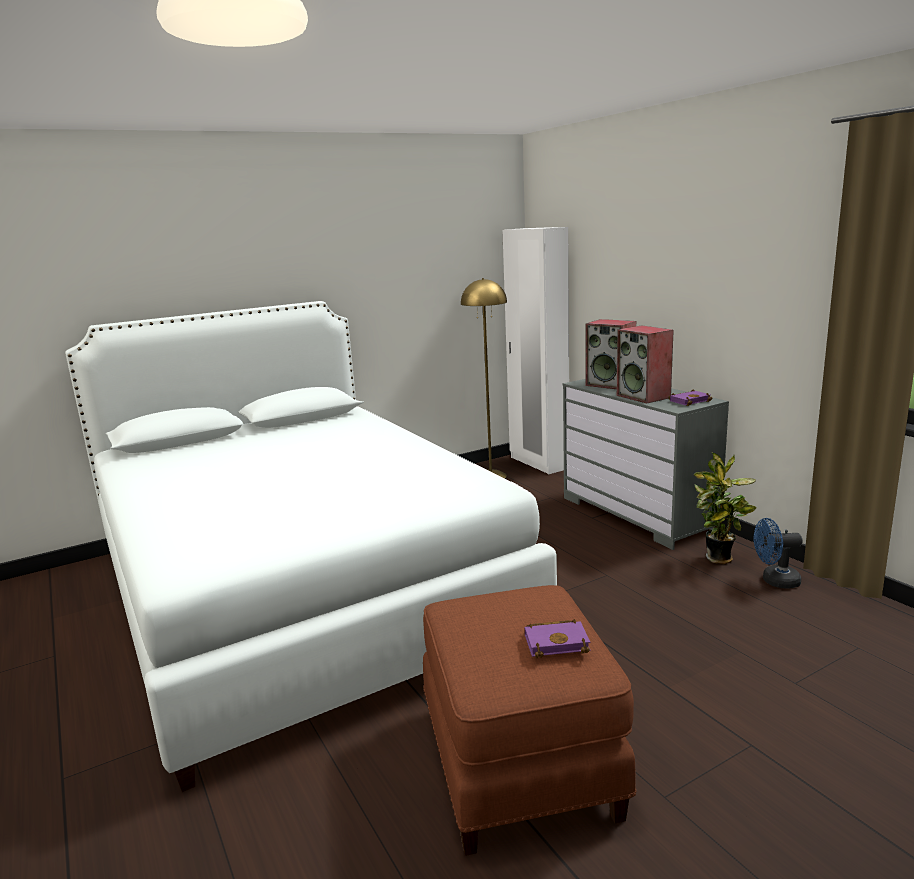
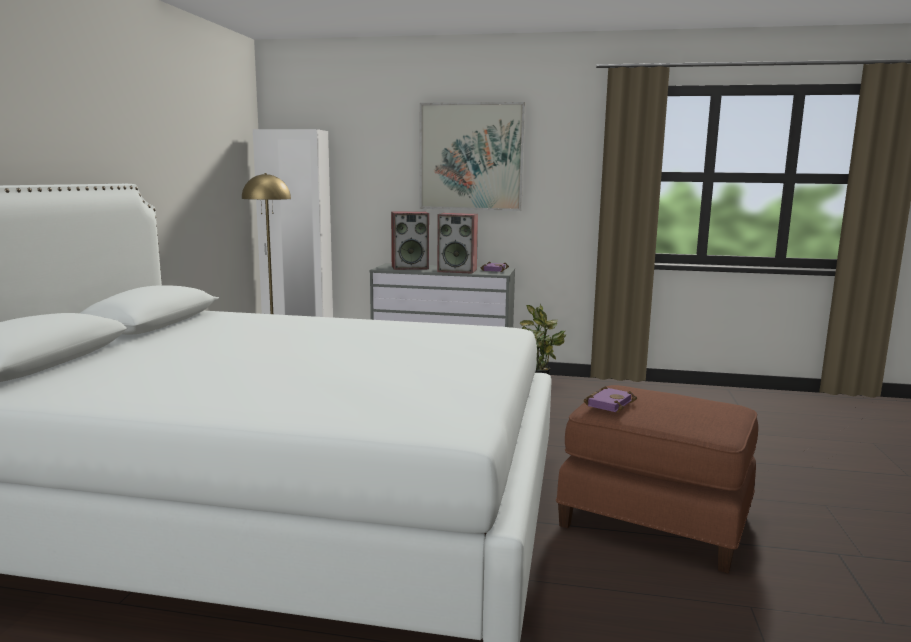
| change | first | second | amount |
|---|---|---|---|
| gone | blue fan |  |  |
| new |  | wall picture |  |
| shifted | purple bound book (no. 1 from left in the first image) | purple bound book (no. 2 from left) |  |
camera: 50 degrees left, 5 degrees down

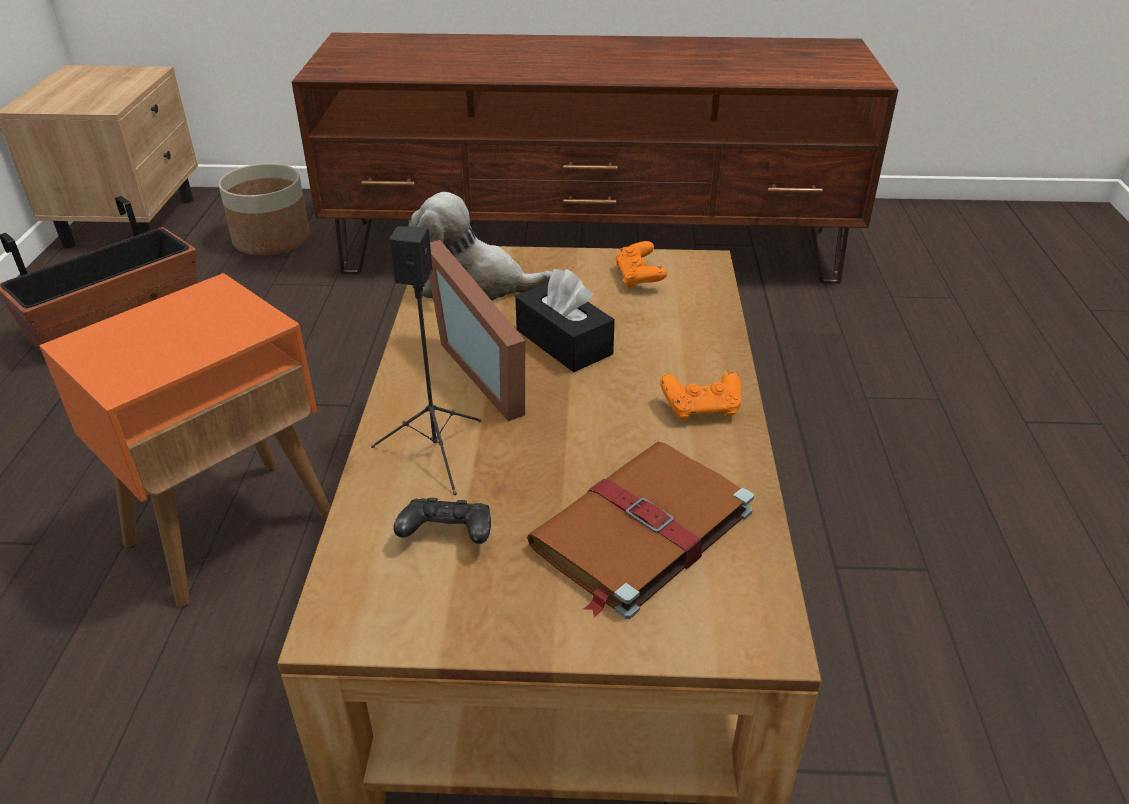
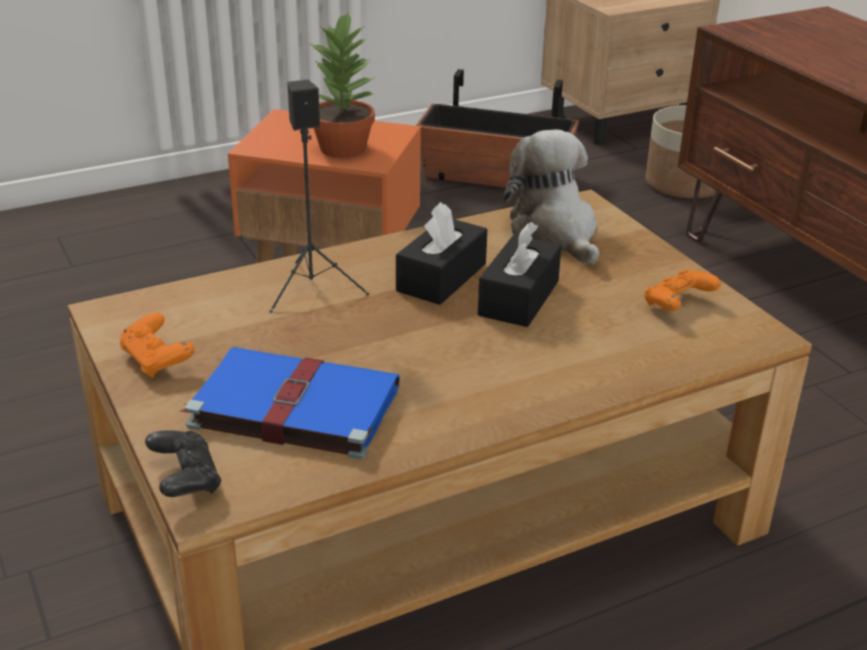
| change | first | second | amount |
|---|---|---|---|
| new |  | houseplant |  |
| shifted | black joypad |  |  |
| shifted | orange joypad (no. 2 from left in the first image) | orange joypad (no. 1 from left) |  |
| swapped | standing frame | black box of tissues (no. 1 from left) |  |
| repainted | brown-coloured bound book | blue bound book |  |
camera: 60 degrees right, 5 degrees down

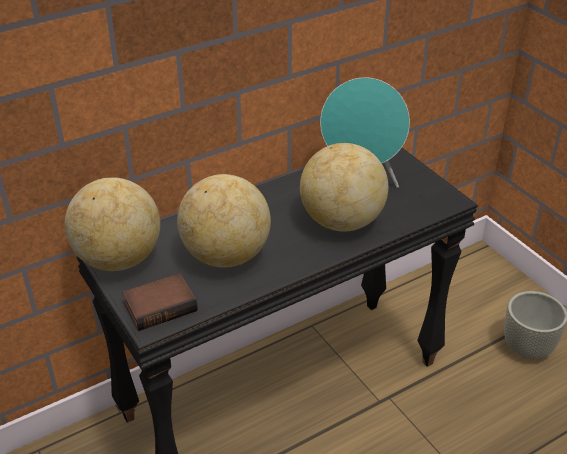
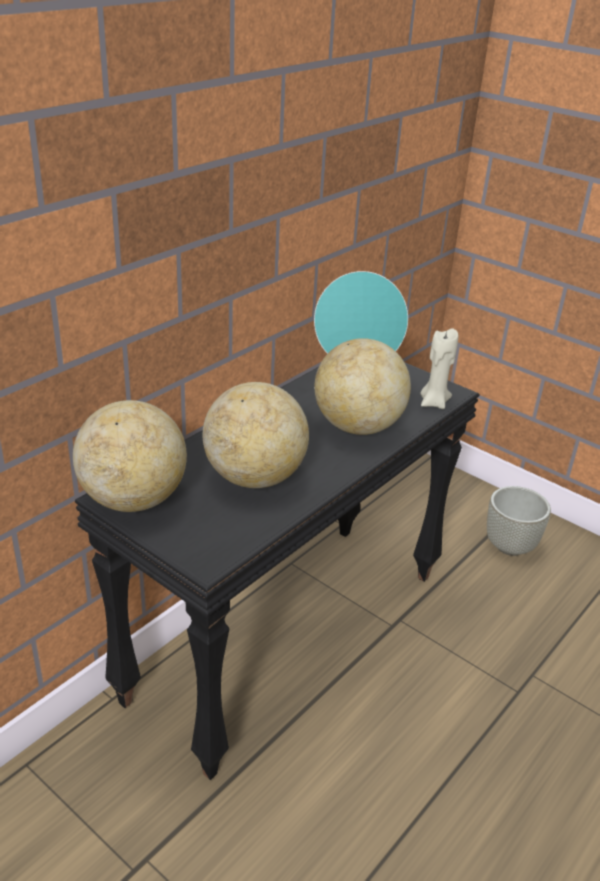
| change | first | second | amount |
|---|---|---|---|
| gone | bound book |  |  |
| new |  | beige candle |  |
camera: 20 degrees left, 5 degrees down

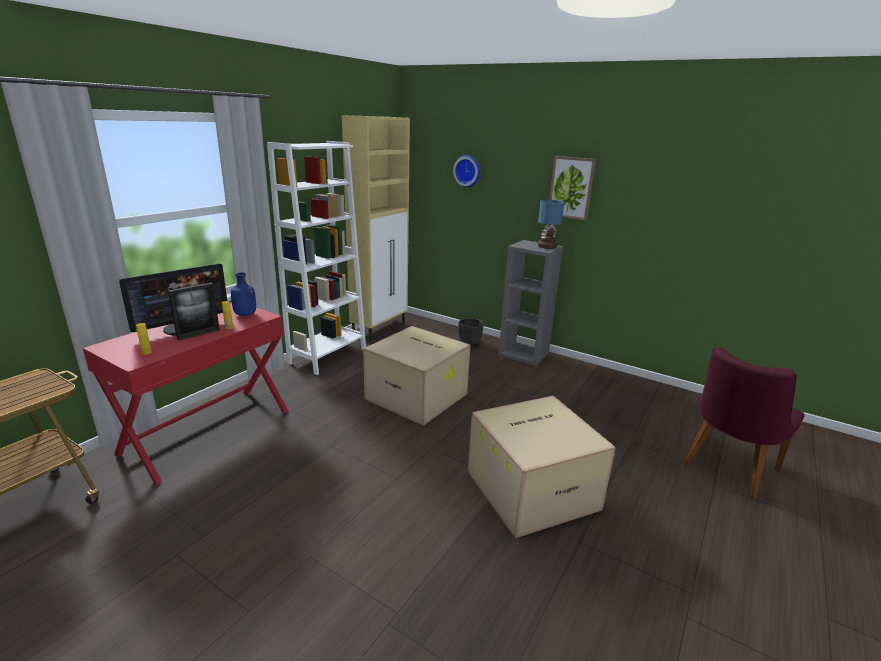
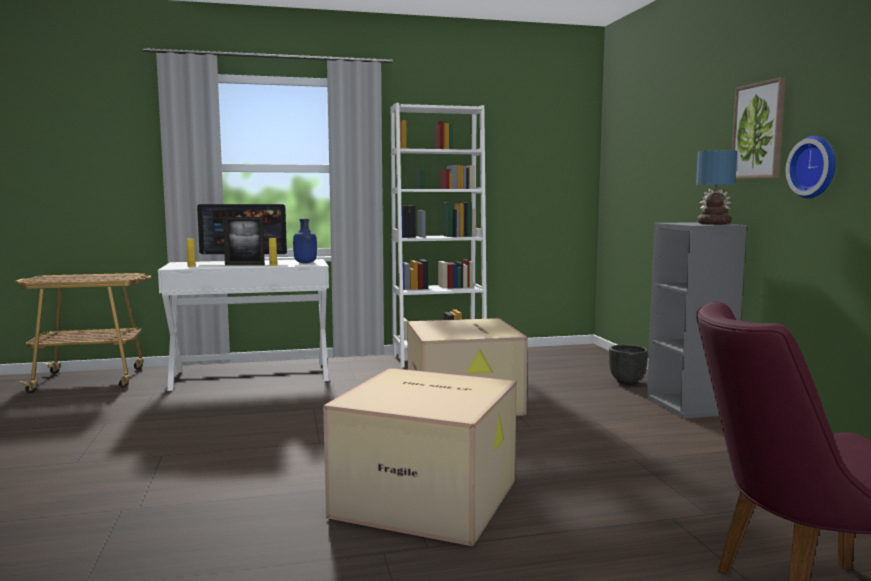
| change | first | second | amount |
|---|---|---|---|
| gone | beige cupboard |  |  |
| shifted | clock on the wall |  |  |
| repainted | reddish desk table | white-coloured desk table |  |
camera: 45 degrees right, 15 degrees down

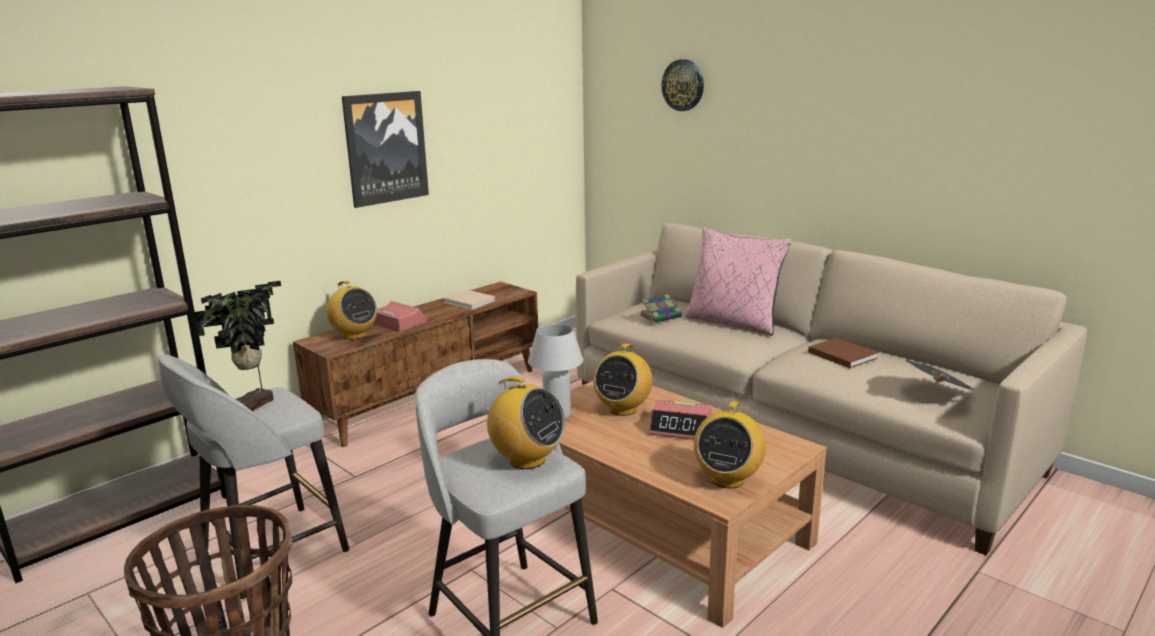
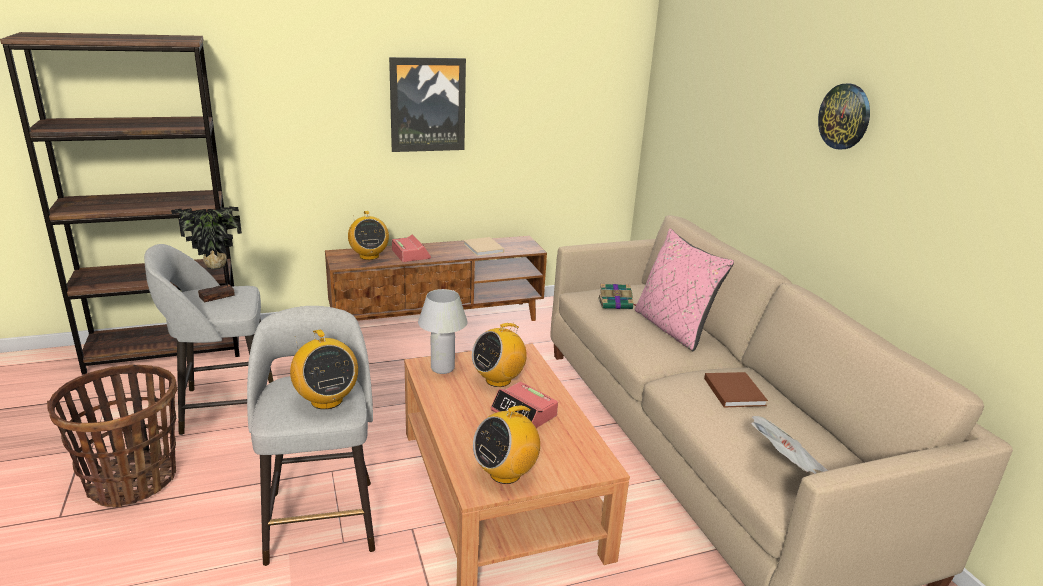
| change | first | second | amount |
|---|---|---|---|
| shifted | clock on the wall |  |  |
camera: 25 degrees right, 5 degrees up

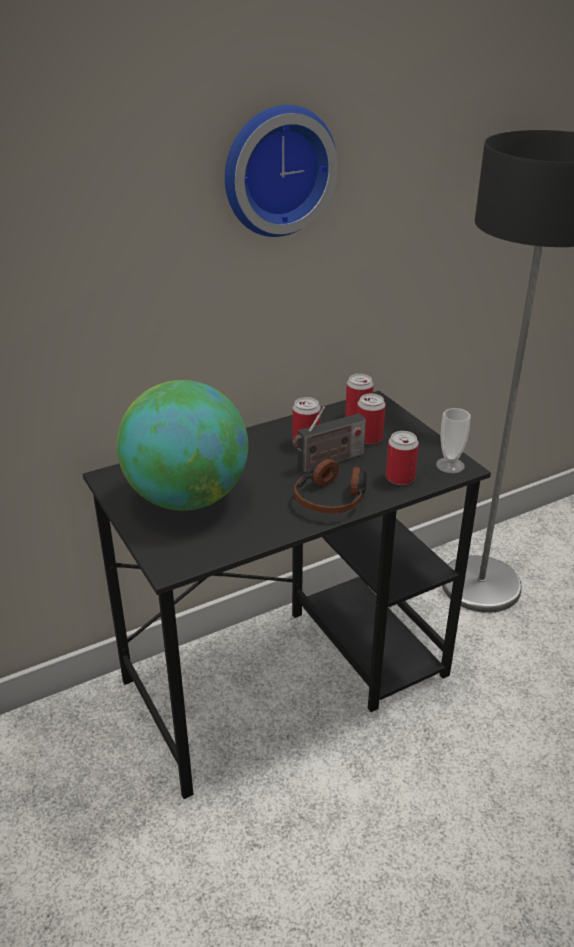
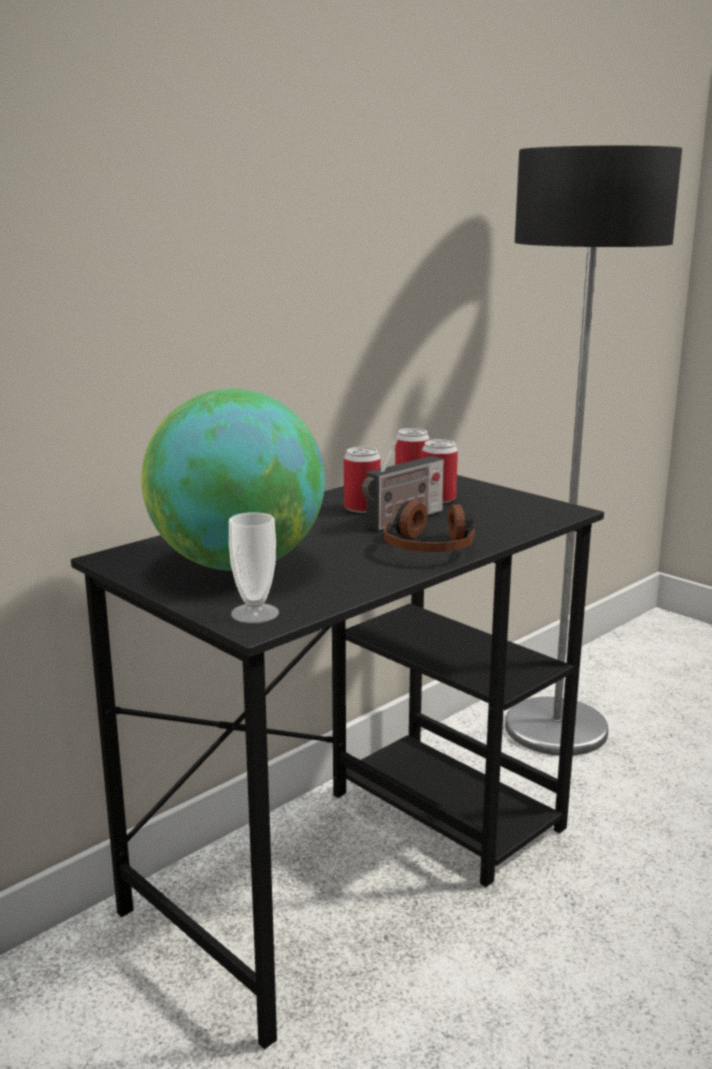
| change | first | second | amount |
|---|---|---|---|
| gone | clock on the wall |  |  |
| gone | sealed can (no. 4 from left) |  |  |
| shifted | cup |  |  |
camera: 15 degrees left, 15 degrees down

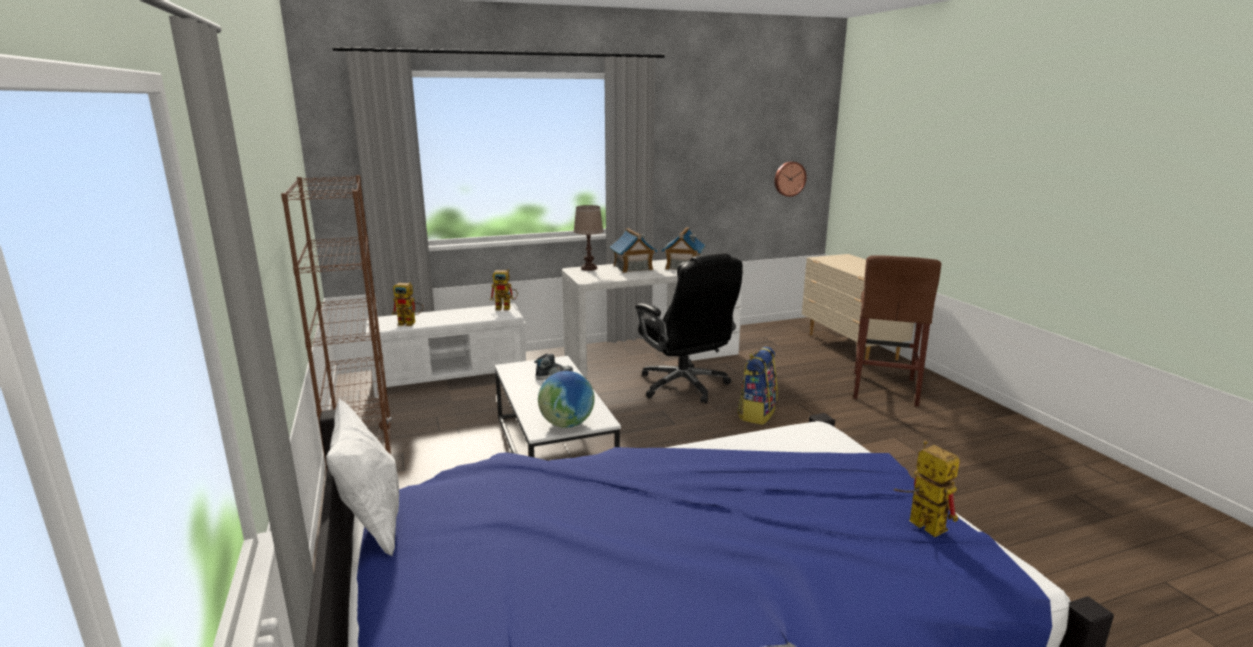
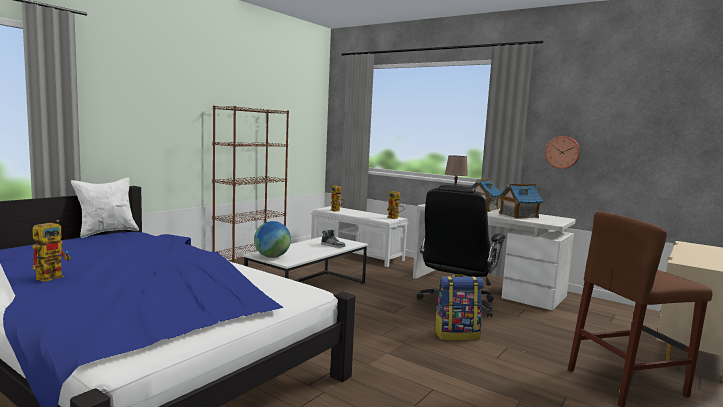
| change | first | second | amount |
|---|---|---|---|
| shifted | clock on the wall |  |  |
| shifted | robot figure (no. 3 from left in the first image) | robot figure (no. 1 from left) |  |
camera: 55 degrees right, 10 degrees down

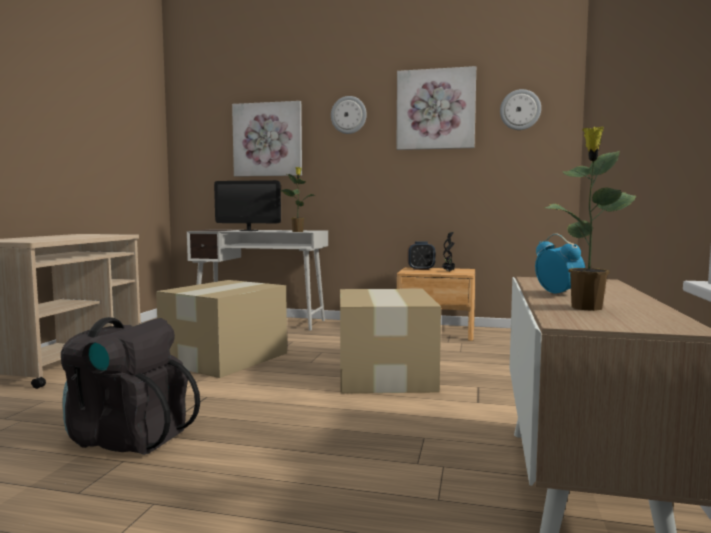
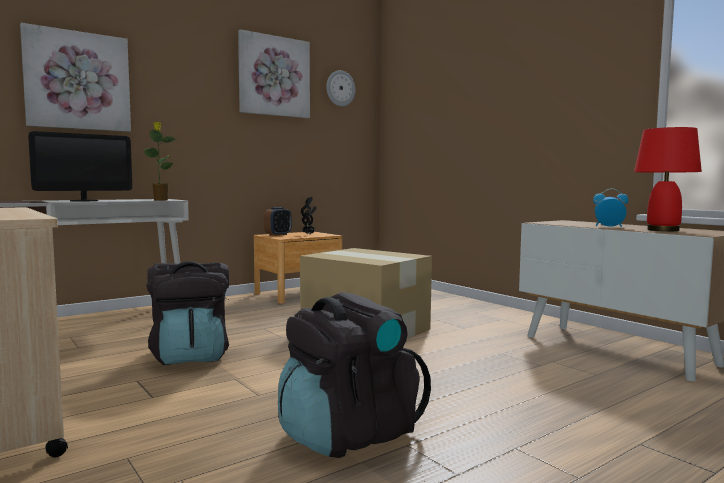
| change | first | second | amount |
|---|---|---|---|
| gone | clock on the wall (no. 1 from left) |  |  |
| swapped | cardboard box (no. 1 from left) | black backpack (no. 1 from left) |  |
| swapped | houseplant (no. 3 from left) | reddish lamp for a table |  |
camera: 50 degrees left, 0 degrees up

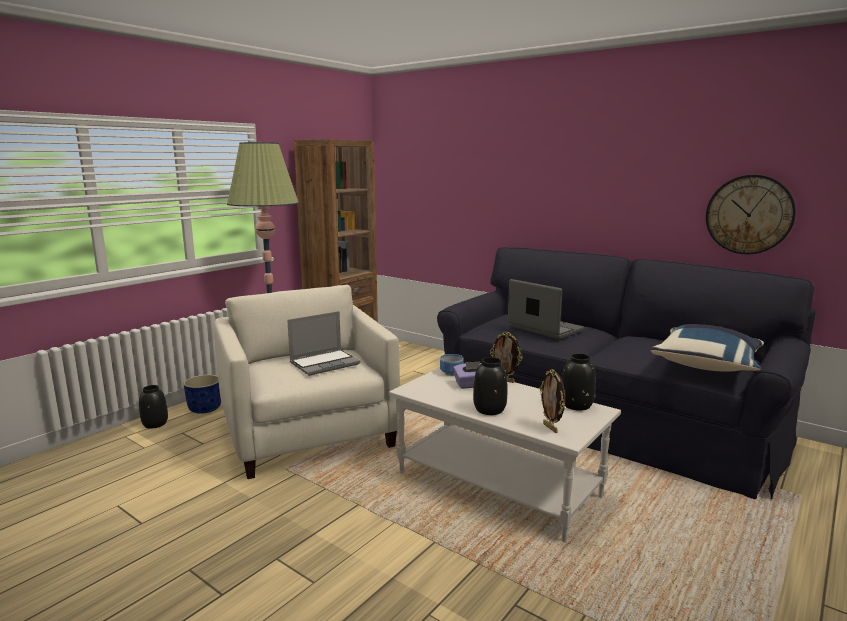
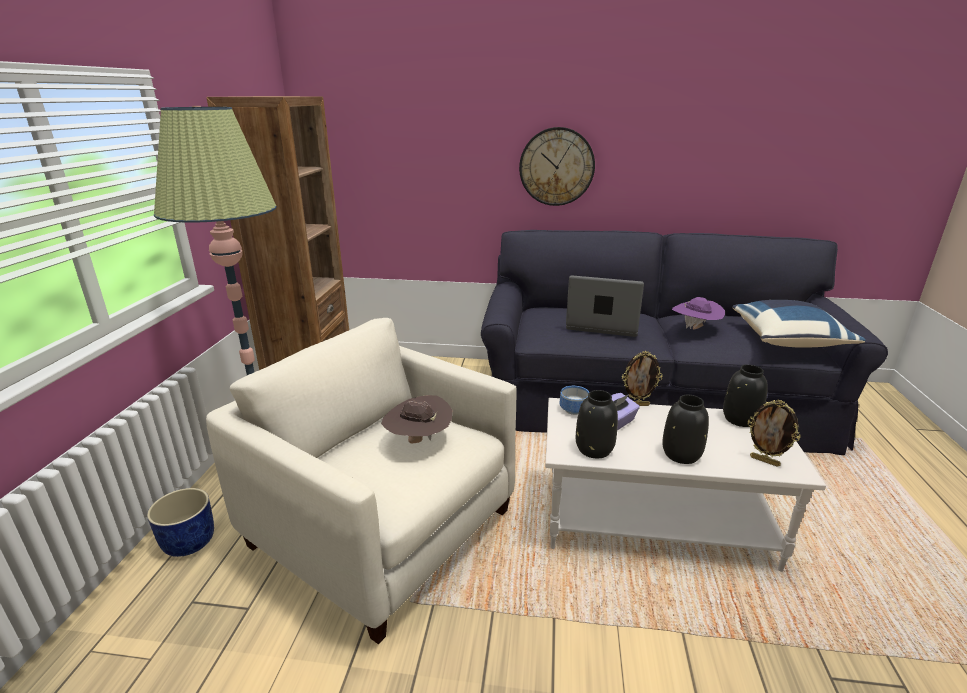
| change | first | second | amount |
|---|---|---|---|
| new |  | purple clothing hat |  |
| shifted | black vase (no. 1 from left) |  |  |
| shifted | clock on the wall |  |  |
| swapped | notebook computer (no. 1 from left) | brown-coloured clothing hat |  |
camera: 30 degrees left, 10 degrees up

